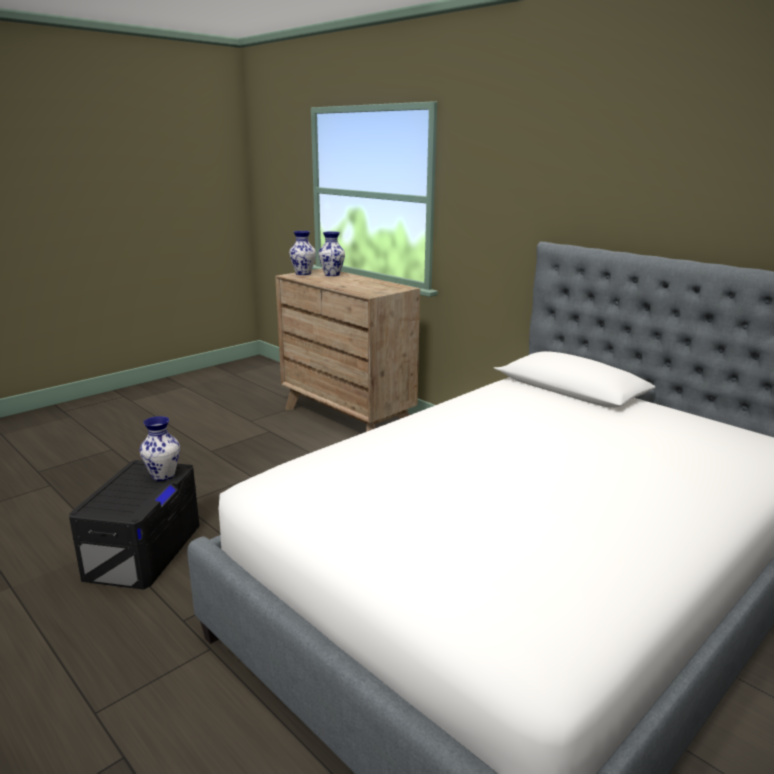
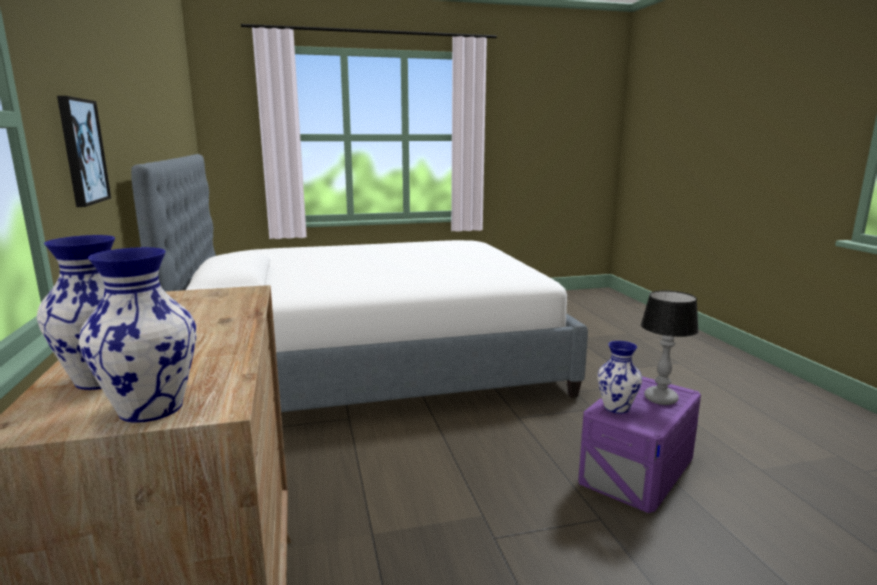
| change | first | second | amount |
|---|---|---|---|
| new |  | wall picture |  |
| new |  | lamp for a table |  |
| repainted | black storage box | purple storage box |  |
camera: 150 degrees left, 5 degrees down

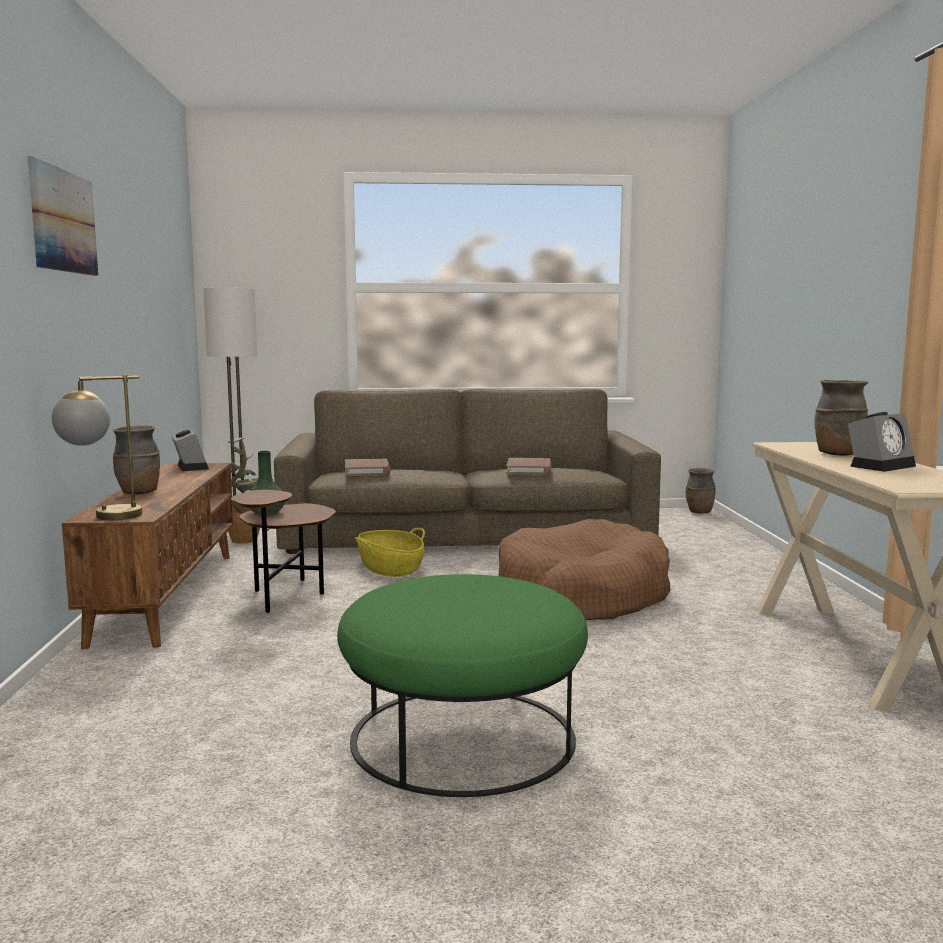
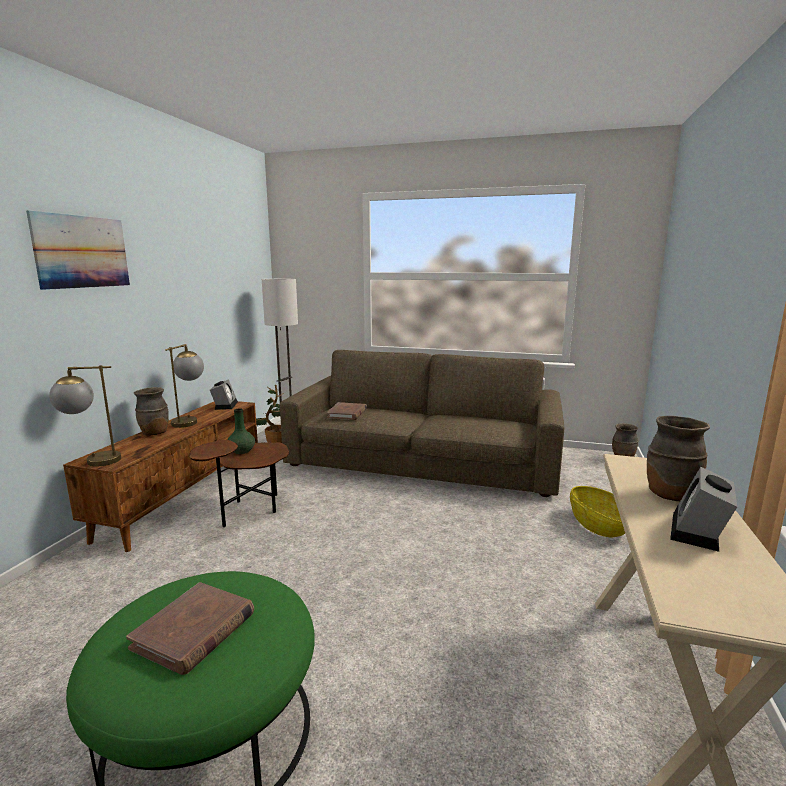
| change | first | second | amount |
|---|---|---|---|
| gone | brown-coloured dog bed |  |  |
| new |  | lamp for a table (no. 2 from left) |  |
| shifted | basket |  |  |
| shifted | brown-coloured bound book (no. 2 from left in the first image) | brown-coloured bound book (no. 1 from left) |  |
| rotated | alarm clock (no. 2 from left) |  | 135 degrees clockwise |
camera: 20 degrees right, 5 degrees up

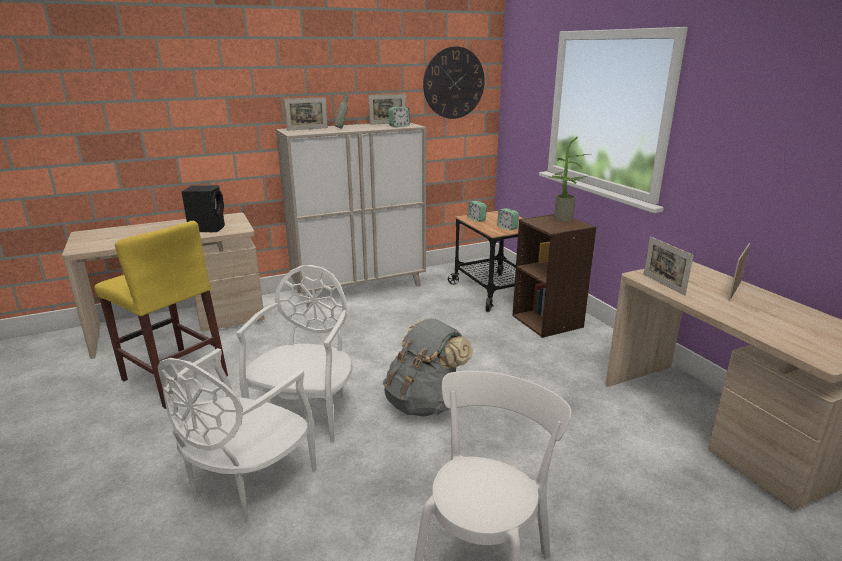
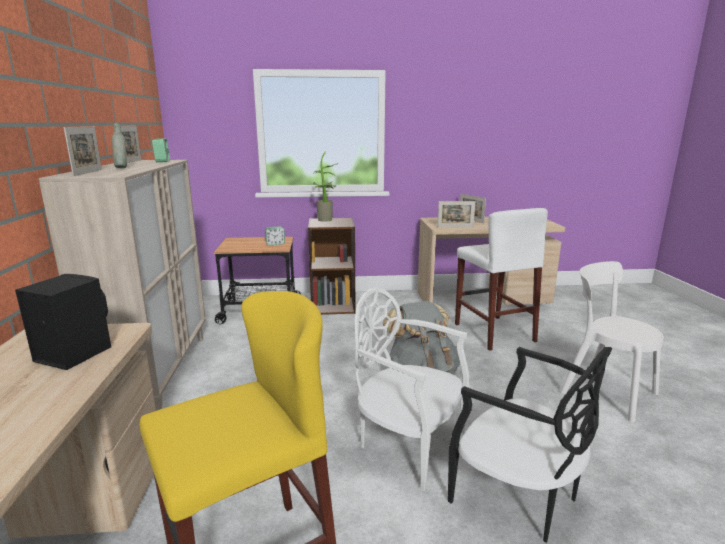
| change | first | second | amount |
|---|---|---|---|
| gone | clock on the wall |  |  |
| gone | alarm clock (no. 2 from left) |  |  |
| new |  | white-coloured sitting stool |  |
| repainted | white-coloured upright chair (no. 1 from left) | black upright chair |  |
camera: 70 degrees left, 5 degrees down

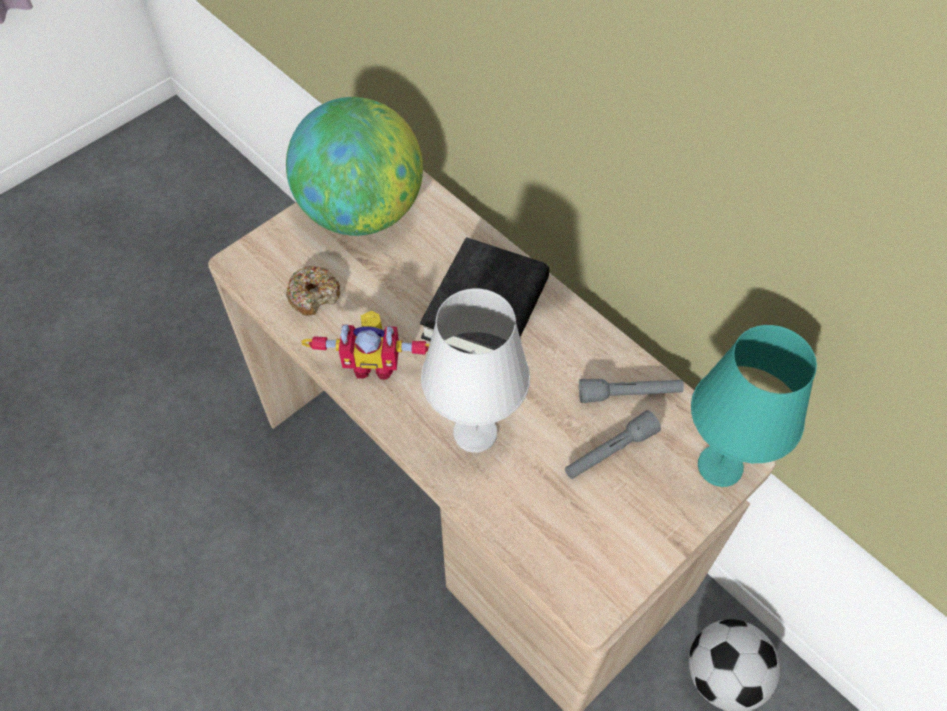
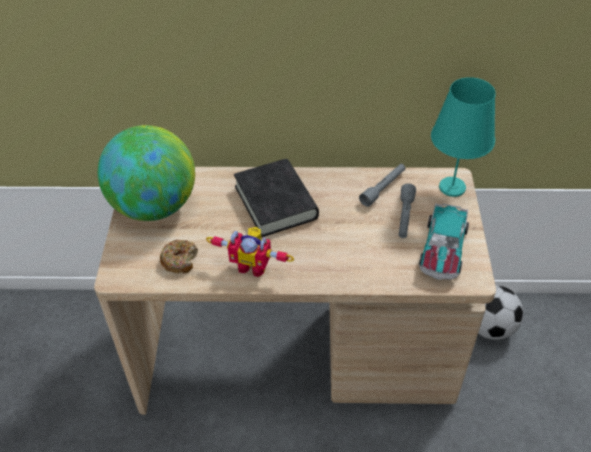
| change | first | second | amount |
|---|---|---|---|
| gone | white-coloured lamp for a table |  |  |
| new |  | toy car |  |
| rotated | robot figure |  | 60 degrees clockwise |
camera: 45 degrees left, 10 degrees down

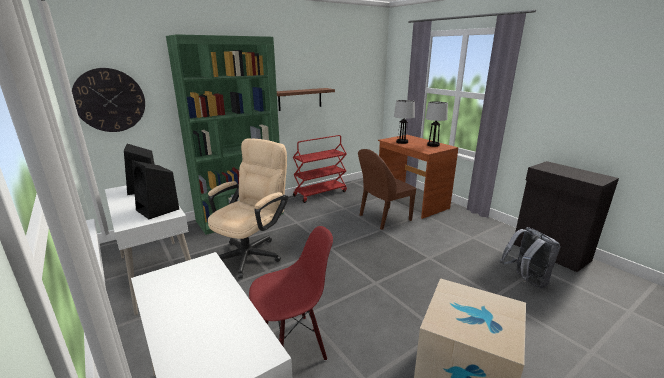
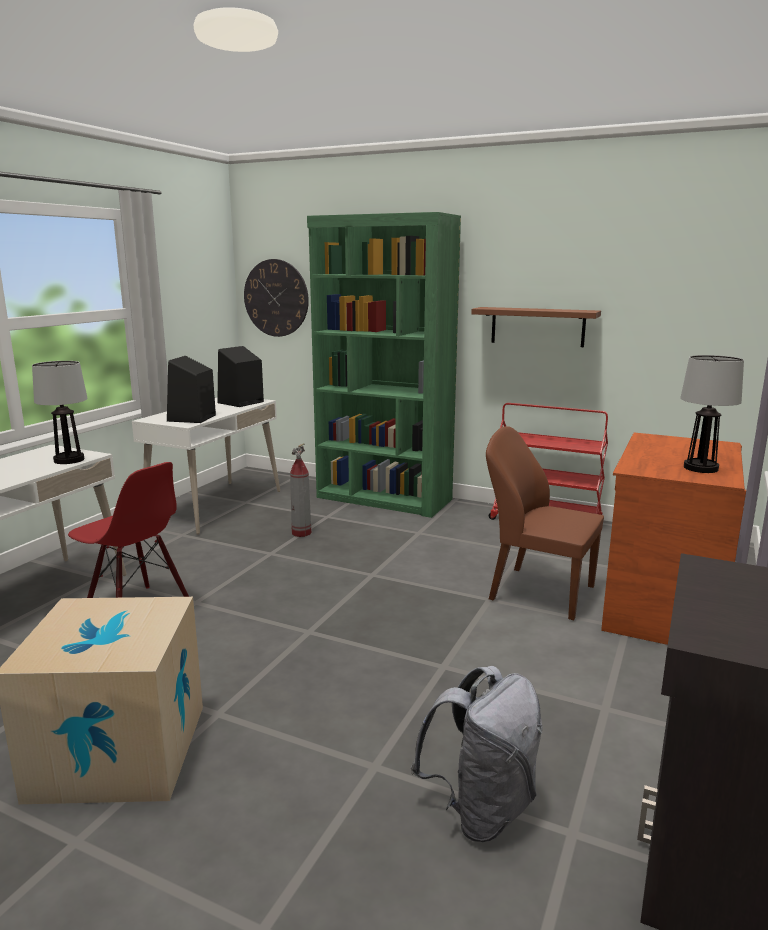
| change | first | second | amount |
|---|---|---|---|
| shifted | lamp for a table (no. 1 from left) |  |  |
| swapped | beige desk chair | extinguisher |  |
camera: 60 degrees right, 5 degrees down

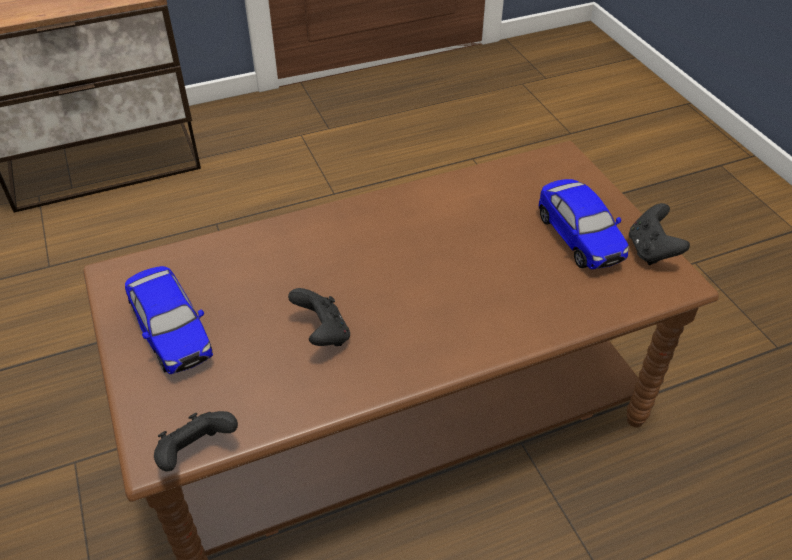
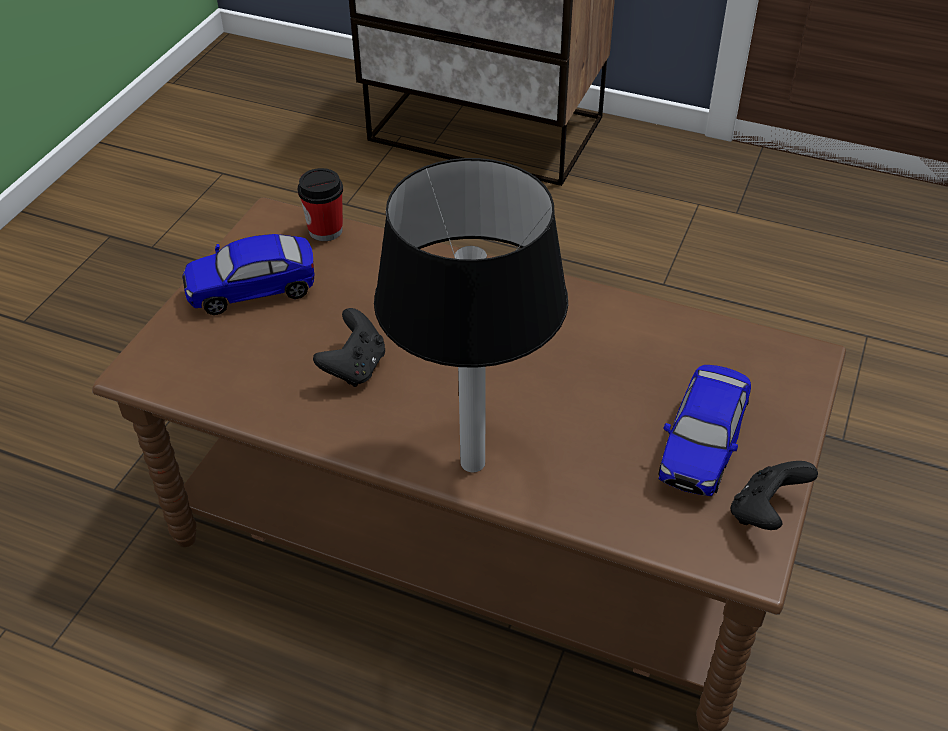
| change | first | second | amount |
|---|---|---|---|
| gone | black joypad (no. 1 from left) |  |  |
| new |  | cup |  |
| new |  | lamp for a table |  |
| rotated | toy car (no. 1 from left) |  | 60 degrees clockwise |
camera: 45 degrees right, 0 degrees up

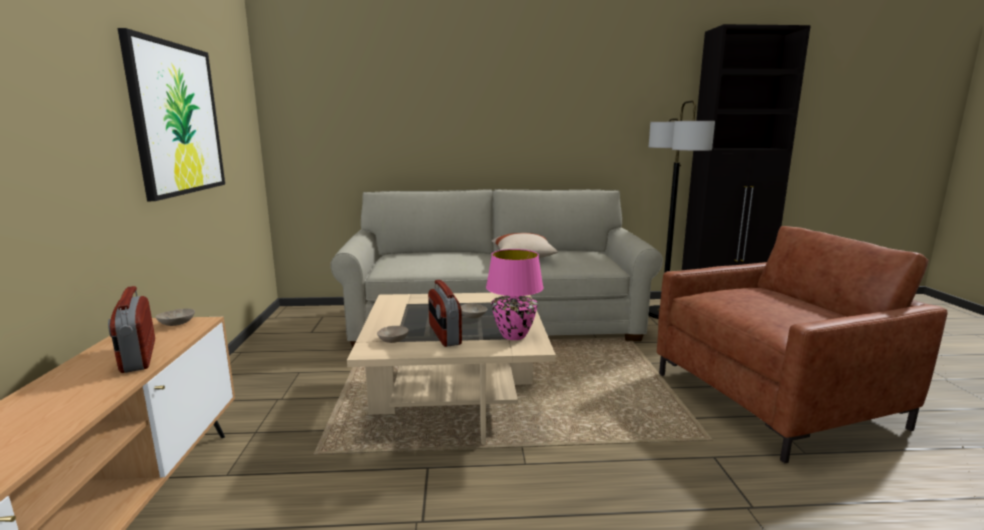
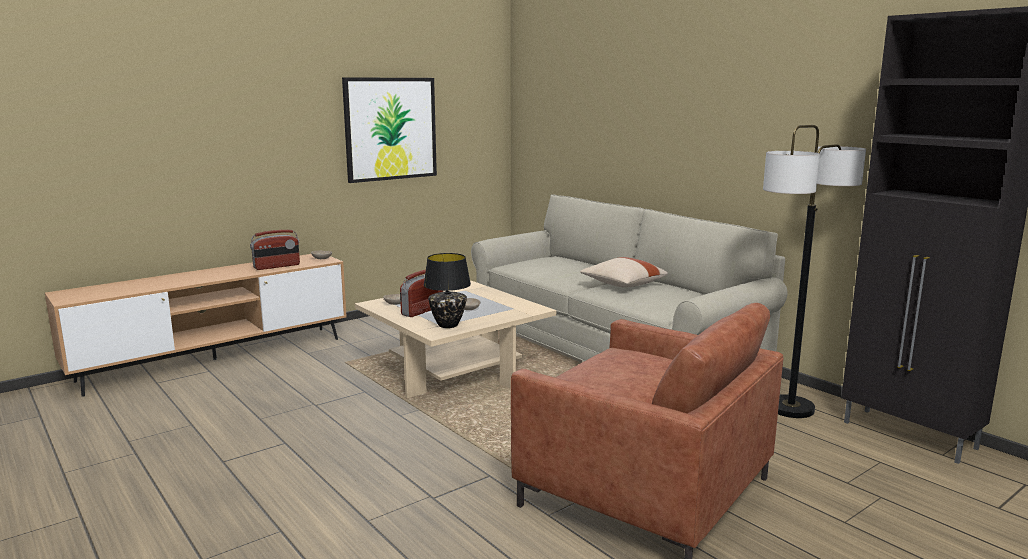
| change | first | second | amount |
|---|---|---|---|
| repainted | pinkish lamp for a table | black lamp for a table |  |
| rotated | radio (no. 1 from left) |  | 150 degrees counterclockwise |
camera: 55 degrees right, 0 degrees up

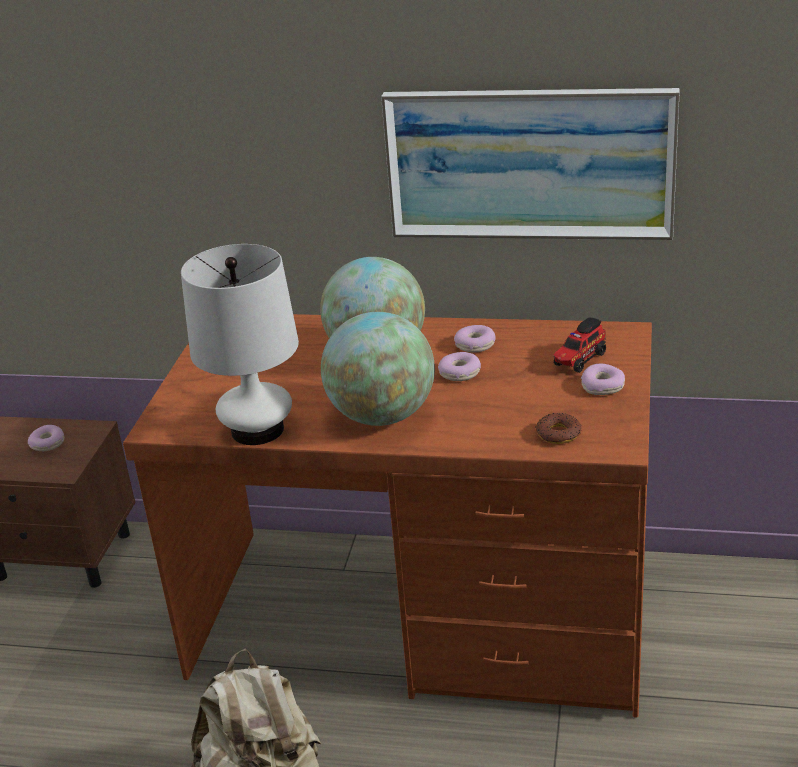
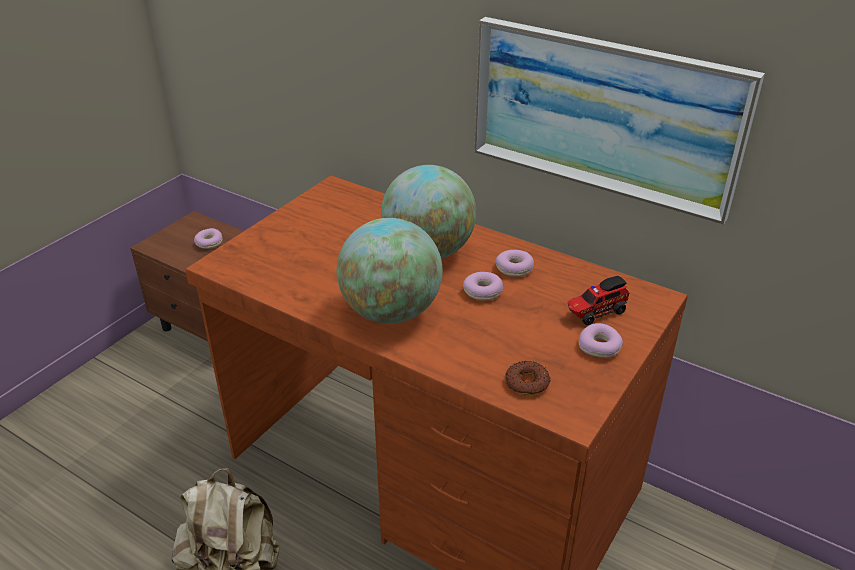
| change | first | second | amount |
|---|---|---|---|
| gone | white-coloured lamp for a table |  |  |
camera: 20 degrees right, 5 degrees up

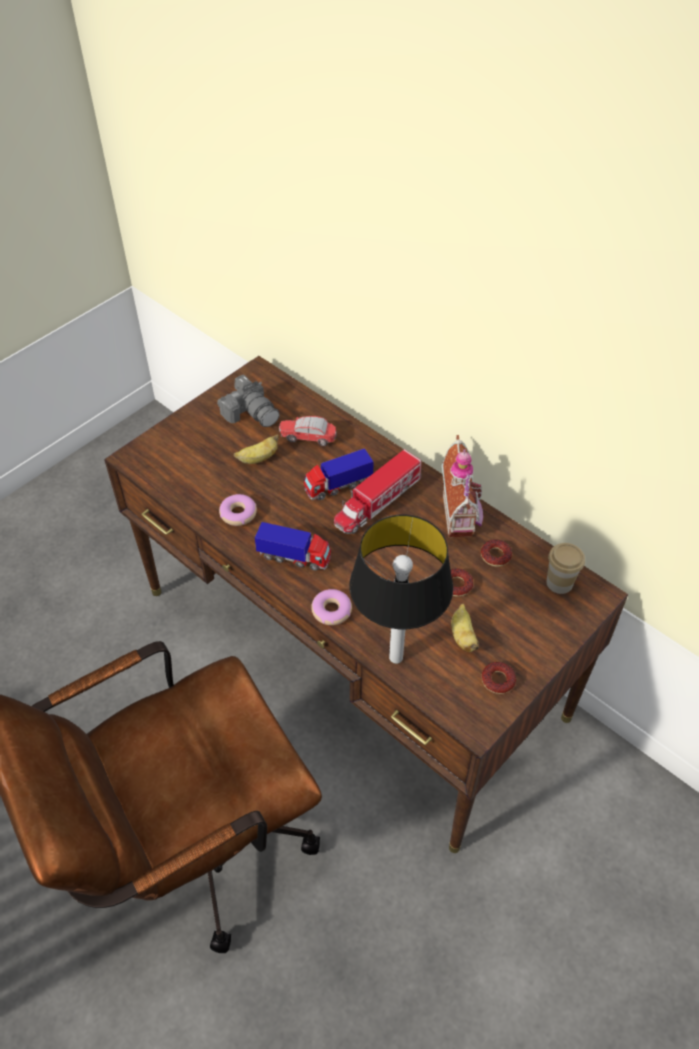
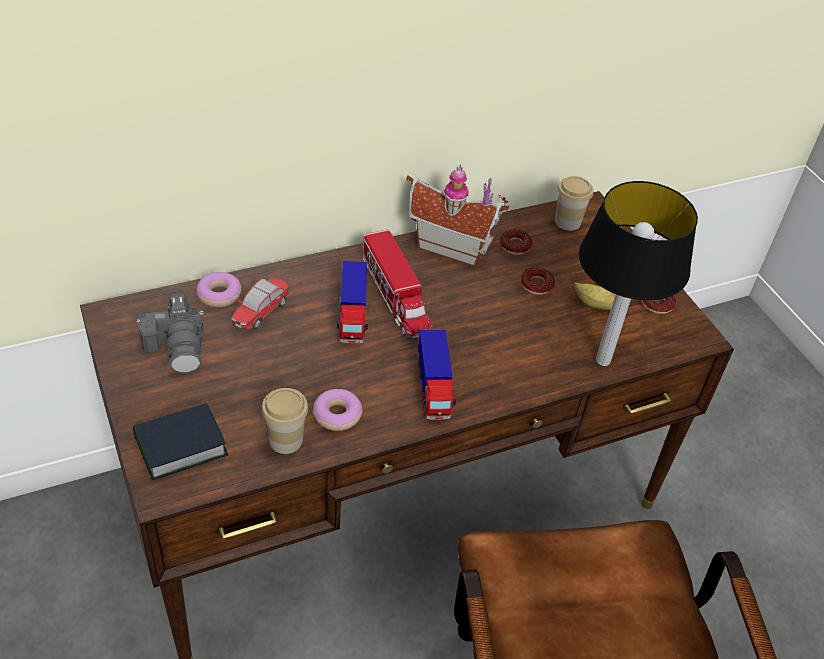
| change | first | second | amount |
|---|---|---|---|
| gone | banana (no. 1 from left) |  |  |
| new |  | bound book |  |
| new |  | cup (no. 1 from left) |  |
| shifted | ring doughnut (no. 2 from left in the first image) | ring doughnut (no. 1 from left) |  |
| rotated | still camera |  | 90 degrees clockwise |
| rotated | toy truck (no. 1 from left in the first image) | toy truck (no. 3 from left) | 135 degrees clockwise |
camera: 70 degrees left, 5 degrees down

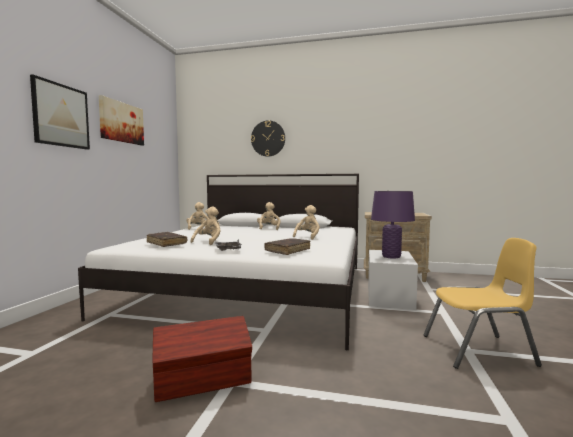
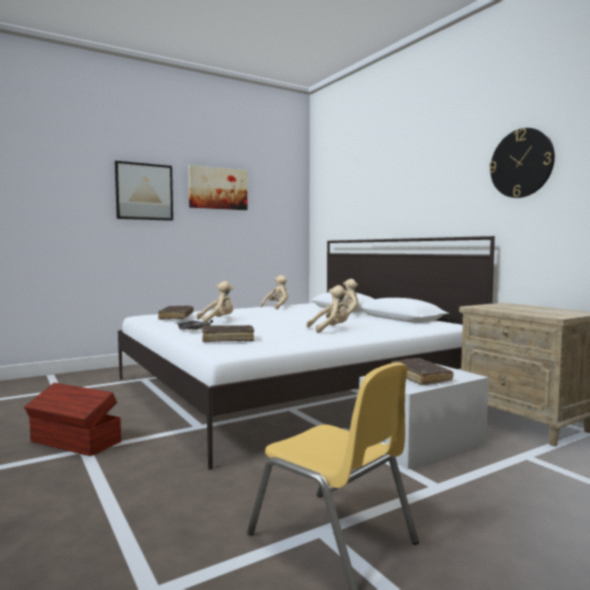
| change | first | second | amount |
|---|---|---|---|
| shifted | clock on the wall |  |  |
| swapped | purple lamp for a table | brown-coloured bound book (no. 3 from left) |  |
camera: 45 degrees right, 0 degrees up

